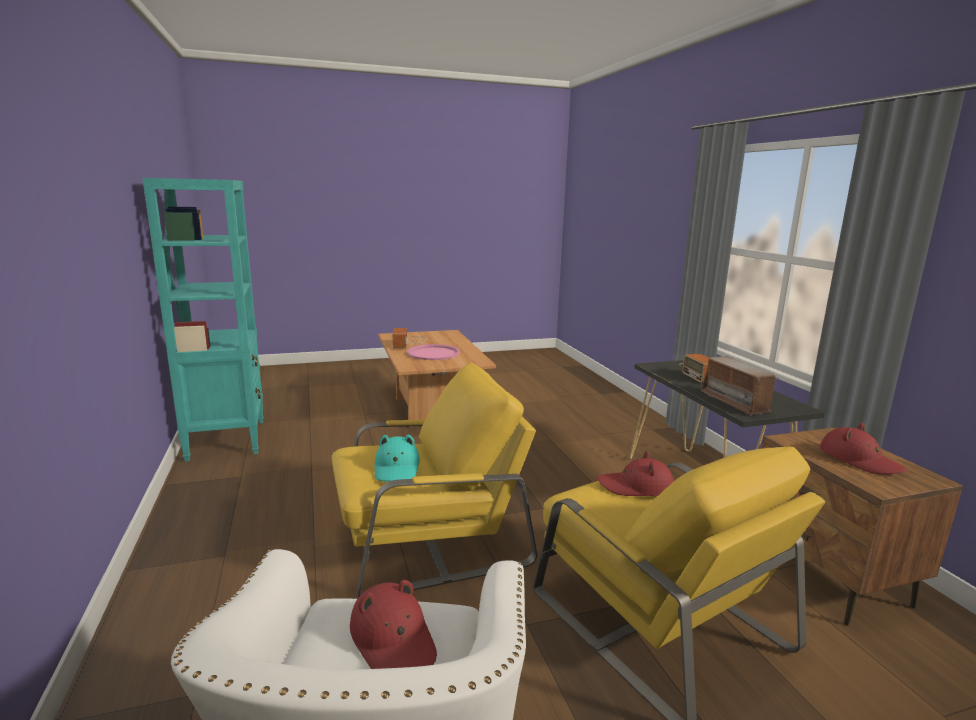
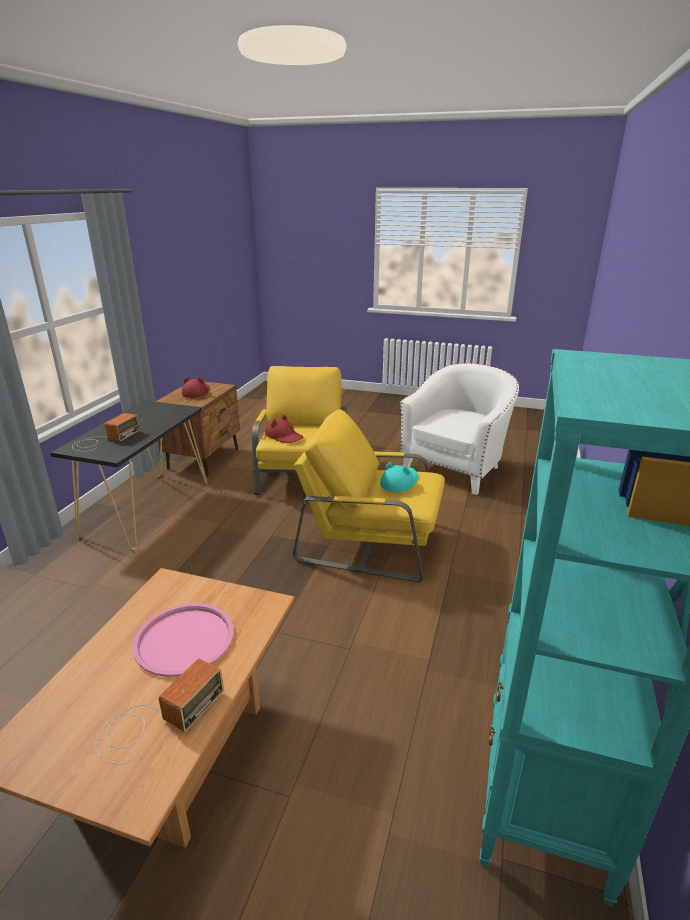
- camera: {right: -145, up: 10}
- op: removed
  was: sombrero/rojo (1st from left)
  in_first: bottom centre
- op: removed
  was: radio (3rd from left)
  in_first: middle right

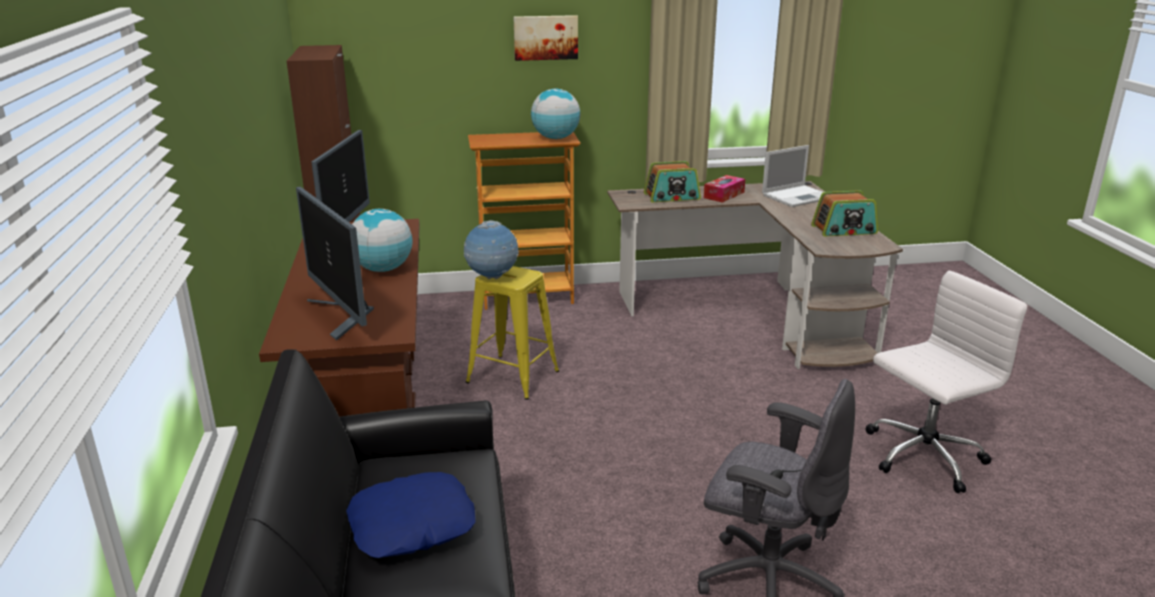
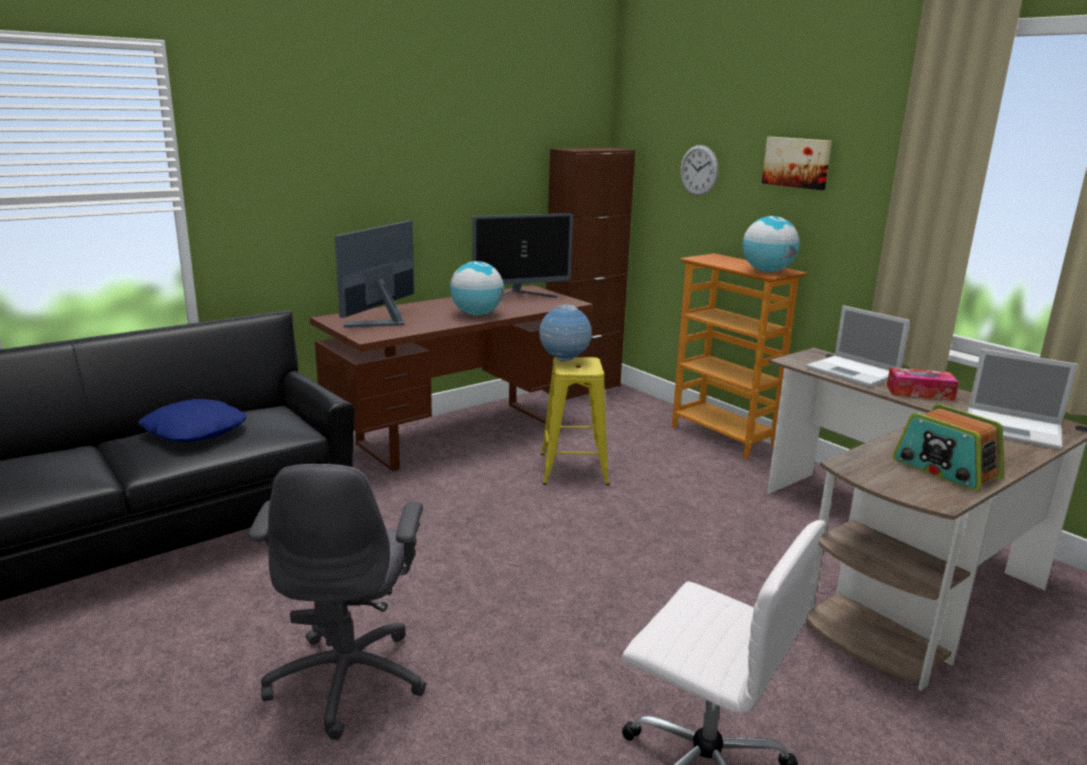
- camera: {right: 60, up: -5}
- op: replaced
  was: radio (1st from left)
  now: portátil (1st from left)
  in_first: top centre
  in_second: middle right
- op: added
  now: reloj de pared
  in_second: top centre

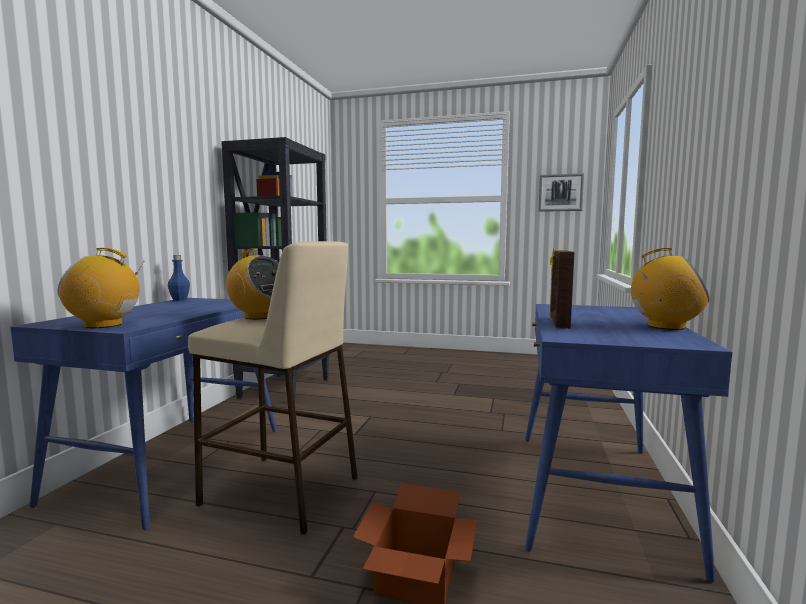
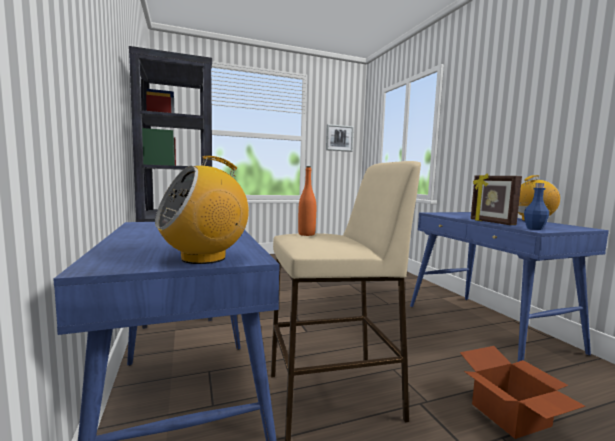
- camera: {right: -35, up: 0}
- op: moved
  was: botella/azul
  in_first: middle left
  in_second: middle right
- op: replaced
  was: radio (2nd from left)
  now: botella/naranja
  in_first: middle left
  in_second: centre

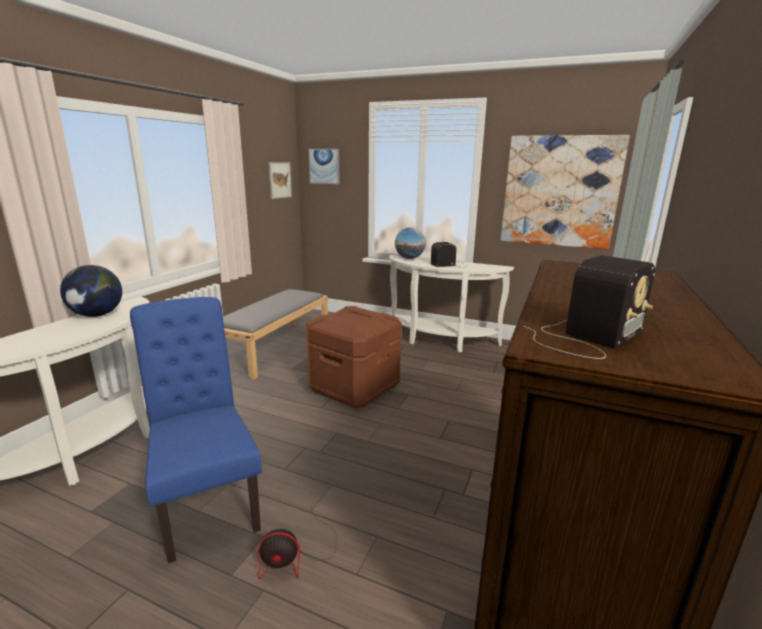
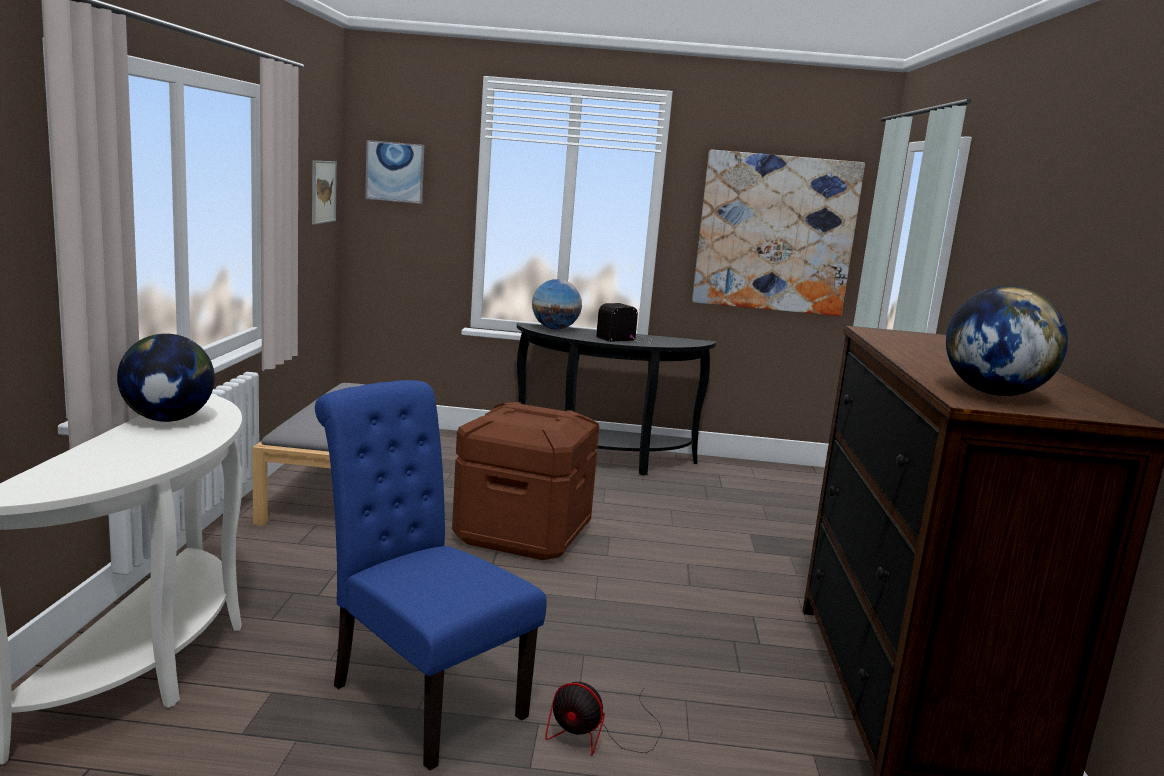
- camera: {right: -20, up: -5}
- op: turned
  was: ventilador
  in_first: bottom centre
  in_second: bottom centre
  clockwise: 45
- op: recoloured
  was: mesa consola/blanco (2nd from left)
  now: mesa consola/negro
  in_first: centre
  in_second: centre
- op: replaced
  was: radio (2nd from left)
  now: globo terráqueo (3rd from left)
  in_first: middle right
  in_second: middle right

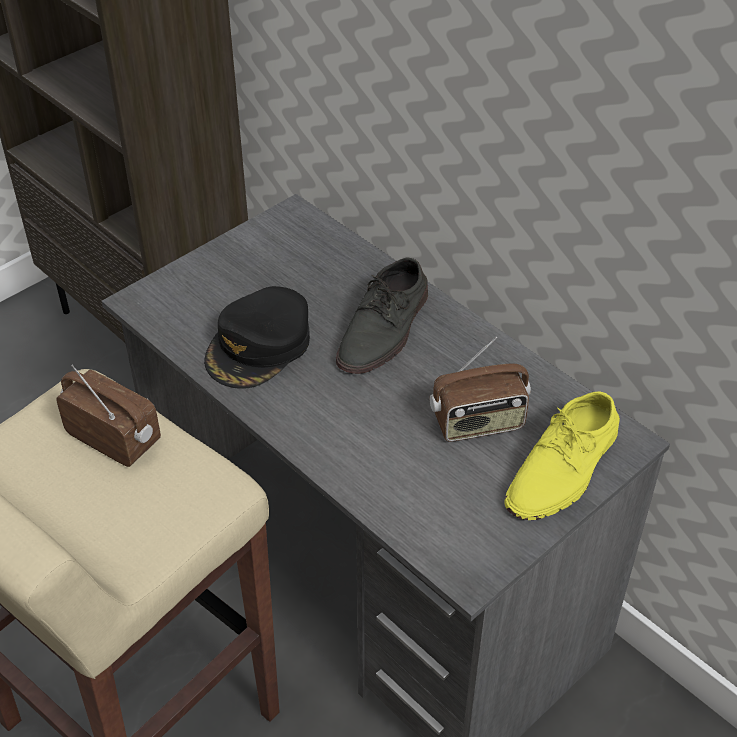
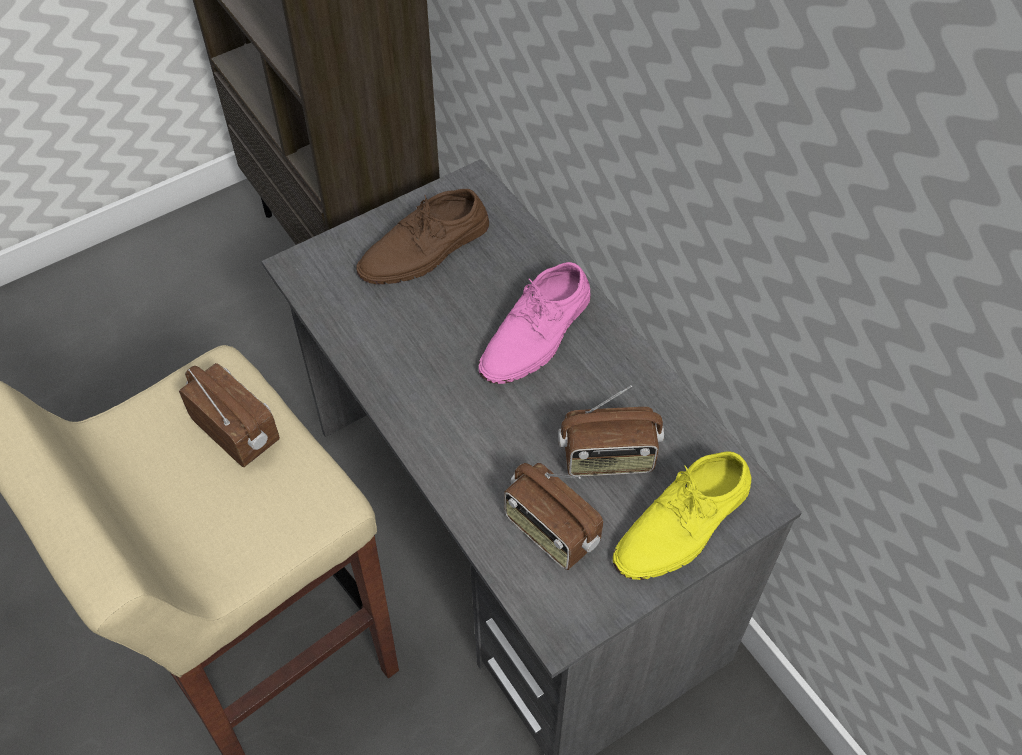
- camera: {right: 10, up: 10}
- op: removed
  was: gorra/negro
  in_first: centre
- op: recoloured
  was: zapato/gris
  now: zapato/rosa
  in_first: centre
  in_second: centre
- op: added
  now: zapato/marrón
  in_second: top centre
- op: added
  now: radio (2nd from left)
  in_second: bottom centre

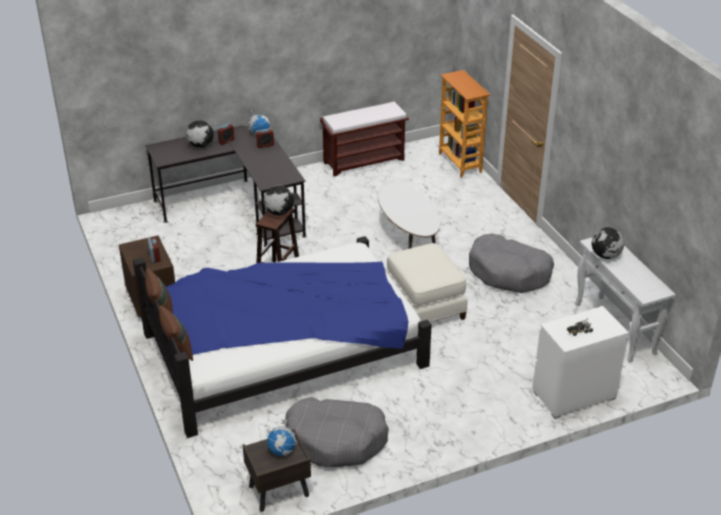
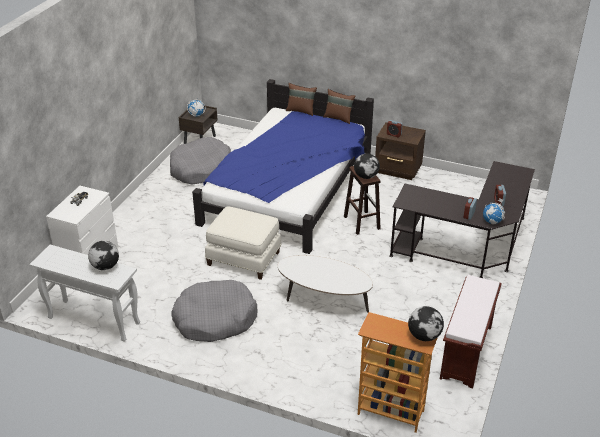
- camera: {right: 135, up: 0}
- op: moved
  was: globo terráqueo (1st from left in the first image)
  now: globo terráqueo (4th from left)
  in_first: top left
  in_second: bottom right

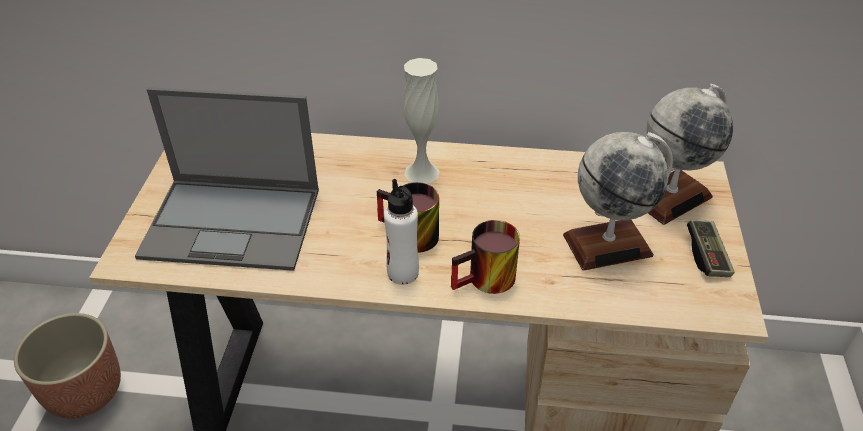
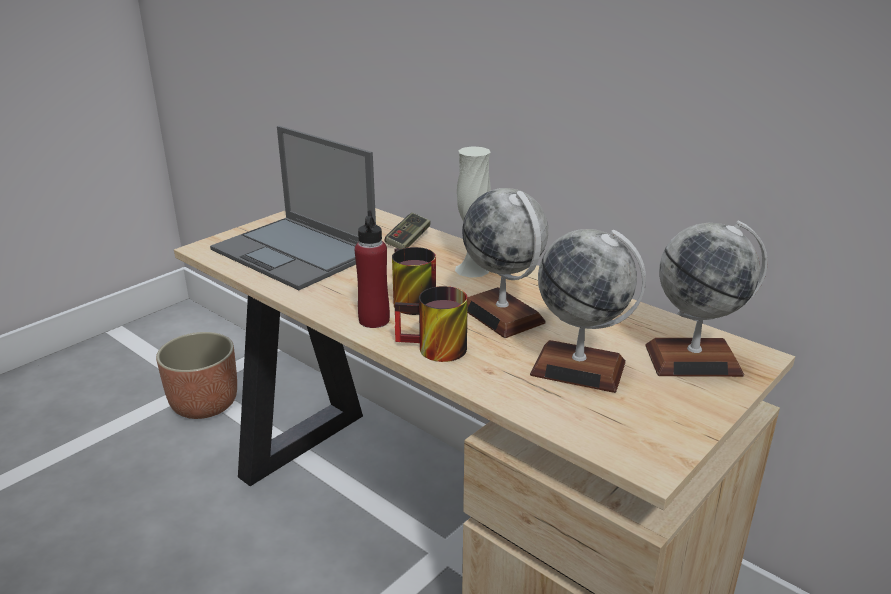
- camera: {right: 35, up: -15}
- op: recoloured
  was: botella/blanco
  now: botella/rojo
  in_first: centre
  in_second: centre
- op: moved
  was: mando de consola
  in_first: middle right
  in_second: centre
- op: added
  now: globo terráqueo (1st from left)
  in_second: centre

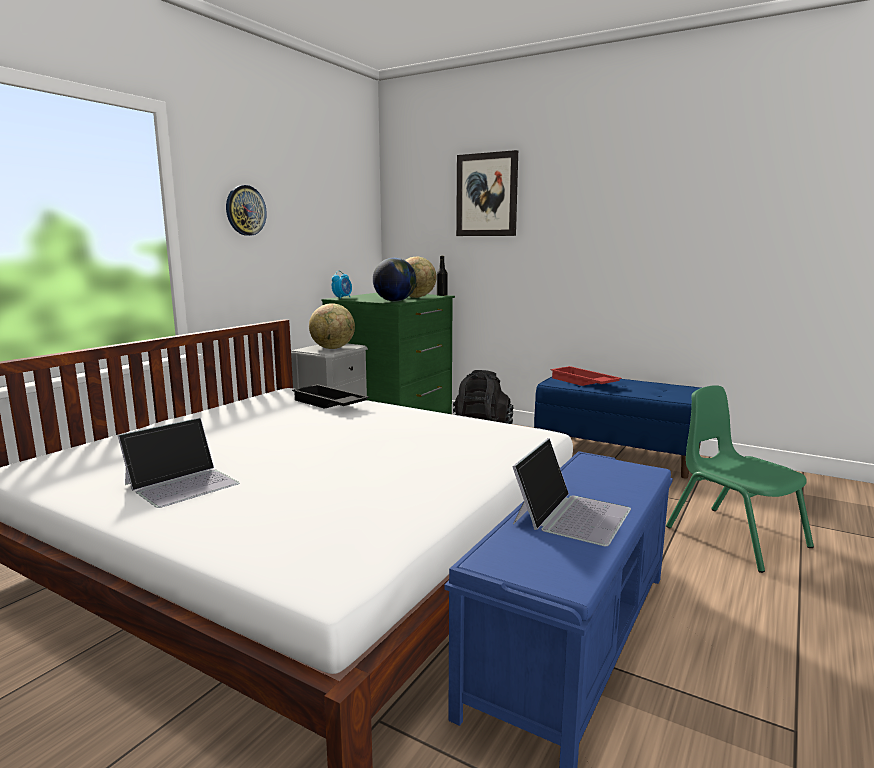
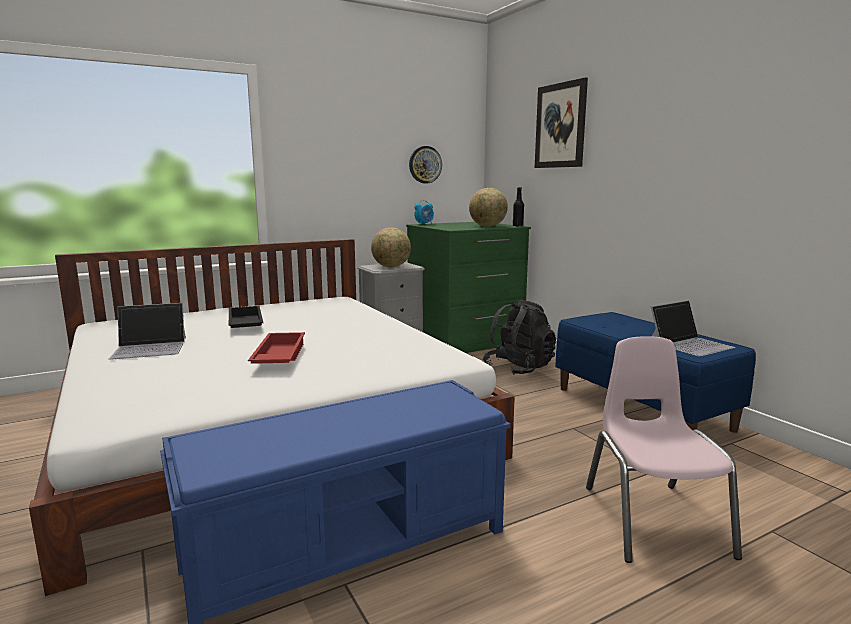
- camera: {right: 30, up: 0}
- op: moved
  was: reloj de pared
  in_first: top left
  in_second: top centre
- op: moved
  was: bandeja/negro
  in_first: centre
  in_second: middle left
- op: removed
  was: globo terráqueo (2nd from left)
  in_first: centre
- op: moved
  was: portátil (2nd from left)
  in_first: centre
  in_second: middle right
- op: moved
  was: bandeja/rojo
  in_first: middle right
  in_second: middle left
- op: recoloured
  was: silla/verde
  now: silla/rosa
  in_first: middle right
  in_second: bottom right

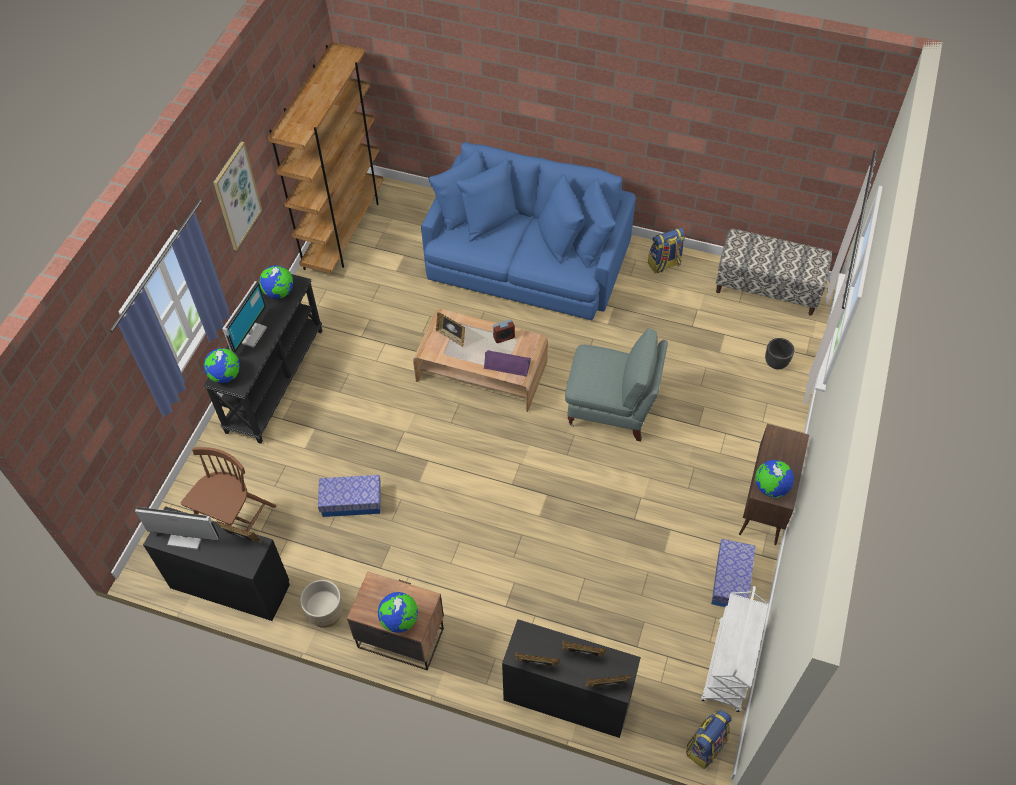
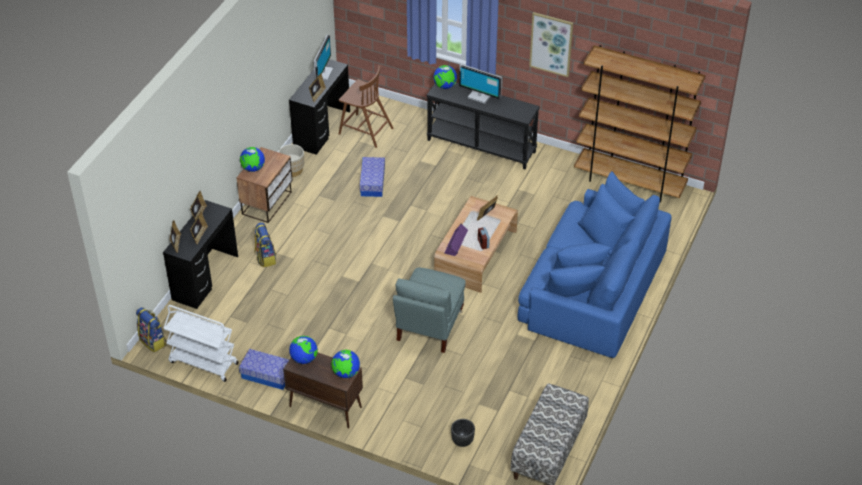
- camera: {right: 95, up: -10}
- op: moved
  was: globo terráqueo (2nd from left in the first image)
  now: globo terráqueo (3rd from left)
  in_first: middle left
  in_second: bottom centre
- op: moved
  was: mochila (1st from left in the first image)
  now: mochila (2nd from left)
  in_first: top centre
  in_second: middle left

